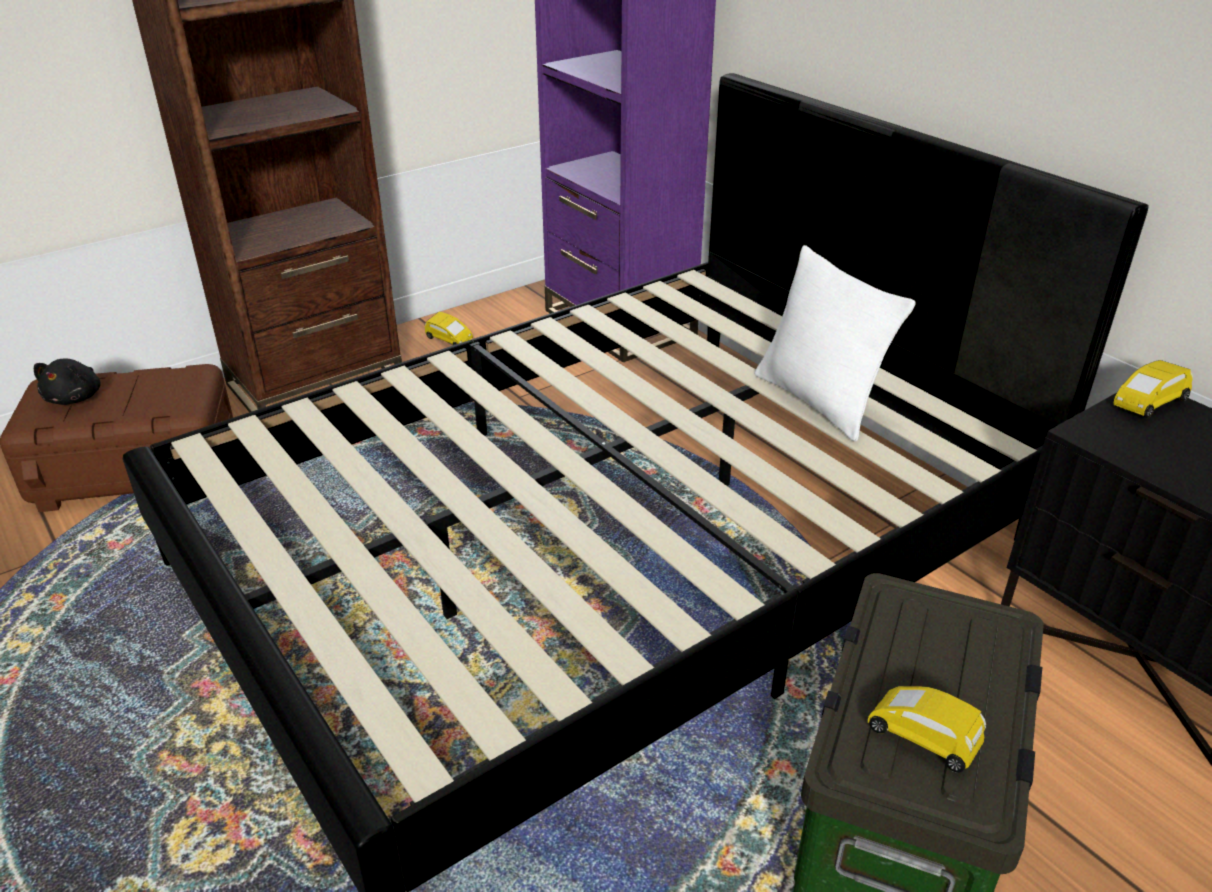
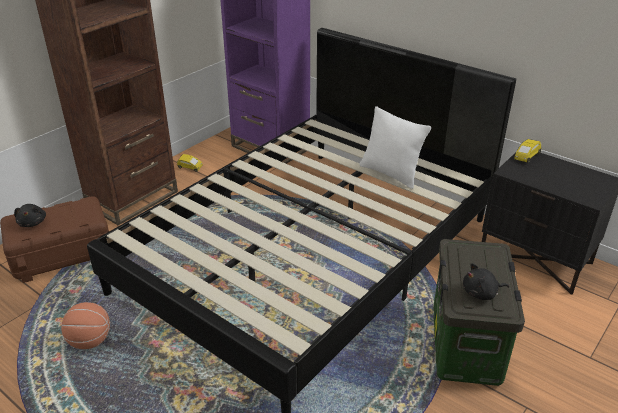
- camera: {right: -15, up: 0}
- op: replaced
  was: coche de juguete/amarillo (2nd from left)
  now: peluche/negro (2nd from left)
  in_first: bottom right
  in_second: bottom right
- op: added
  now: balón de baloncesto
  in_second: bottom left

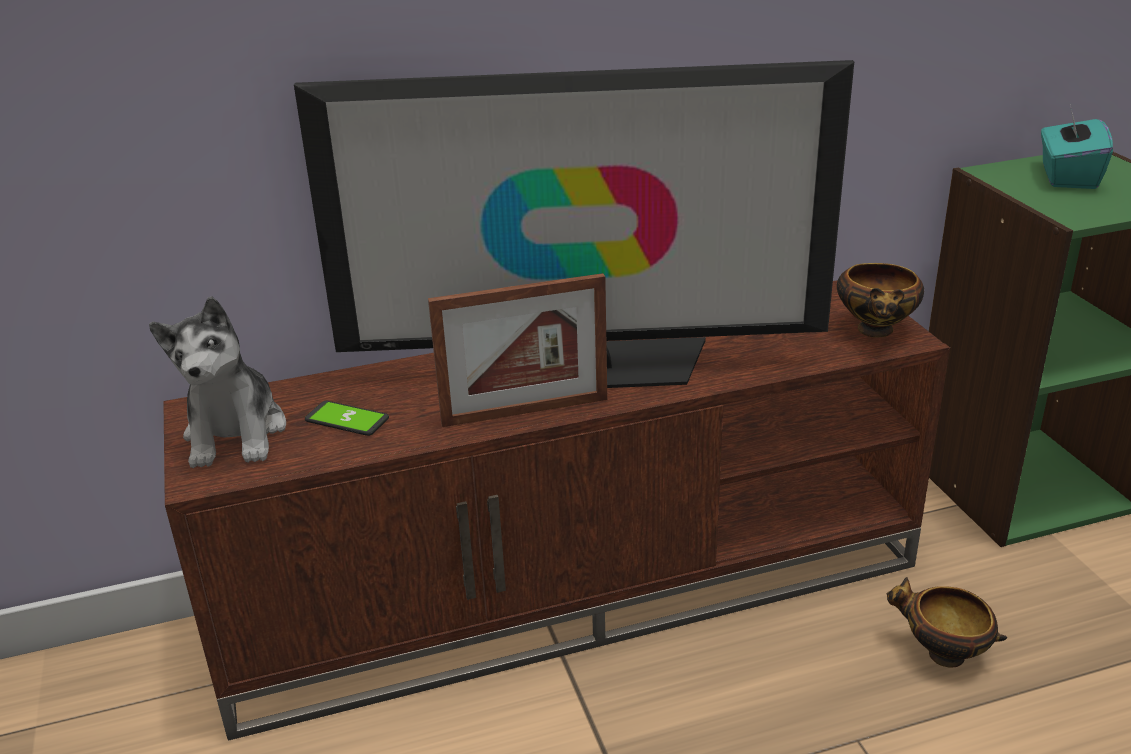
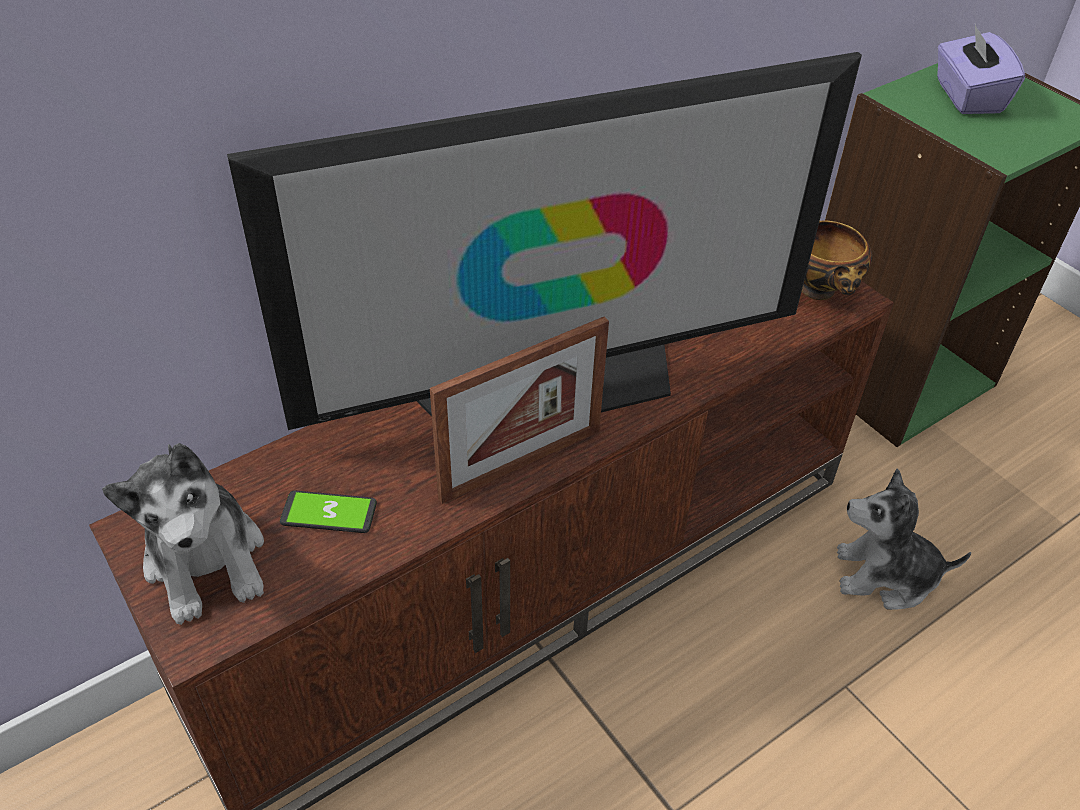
- camera: {right: -20, up: 15}
- op: replaced
  was: cuenco (2nd from left)
  now: peluche (2nd from left)
  in_first: bottom right
  in_second: middle right
- op: recoloured
  was: caja de pañuelos/turquesa
  now: caja de pañuelos/morado
  in_first: top right
  in_second: top right

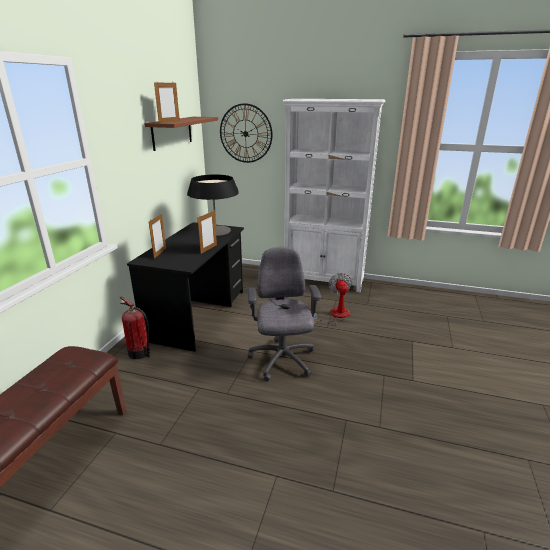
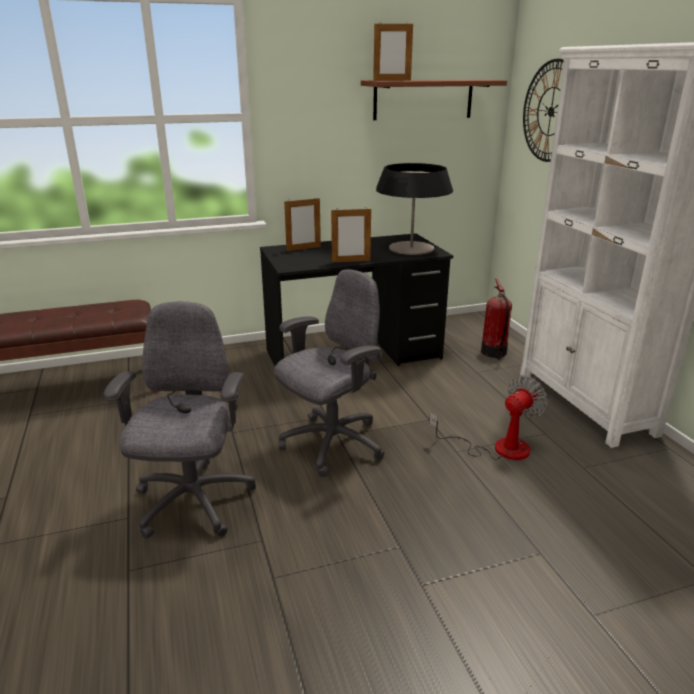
- camera: {right: 55, up: 0}
- op: moved
  was: extintor
  in_first: middle left
  in_second: middle right
- op: added
  now: silla de oficina/gris (1st from left)
  in_second: middle left

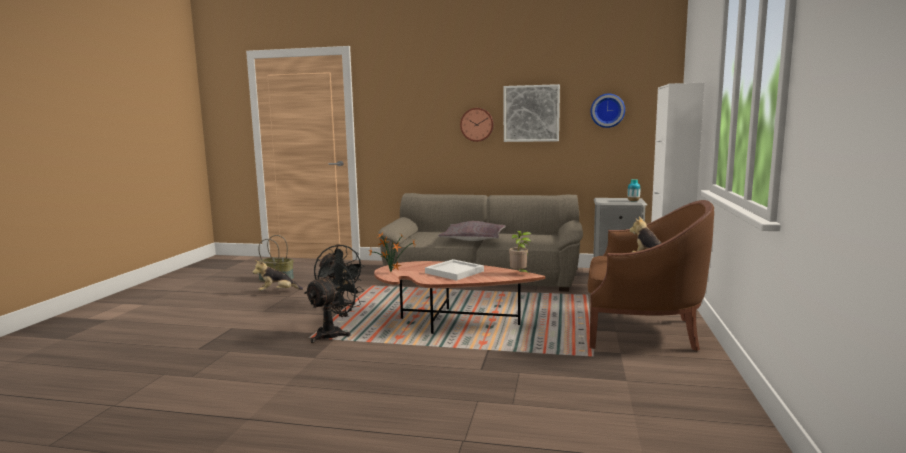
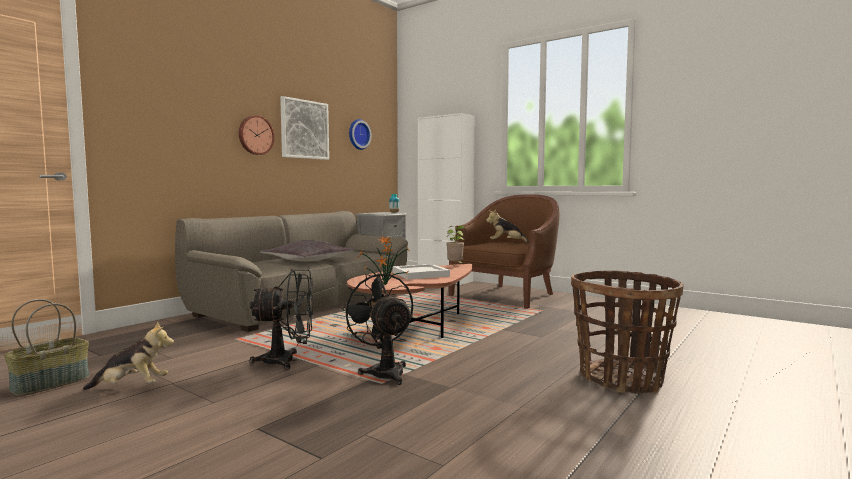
- camera: {right: -65, up: -5}
- op: turned
  was: peluche (1st from left)
  in_first: middle left
  in_second: bottom left
  clockwise: -105
- op: added
  now: cesta (2nd from left)
  in_second: bottom right

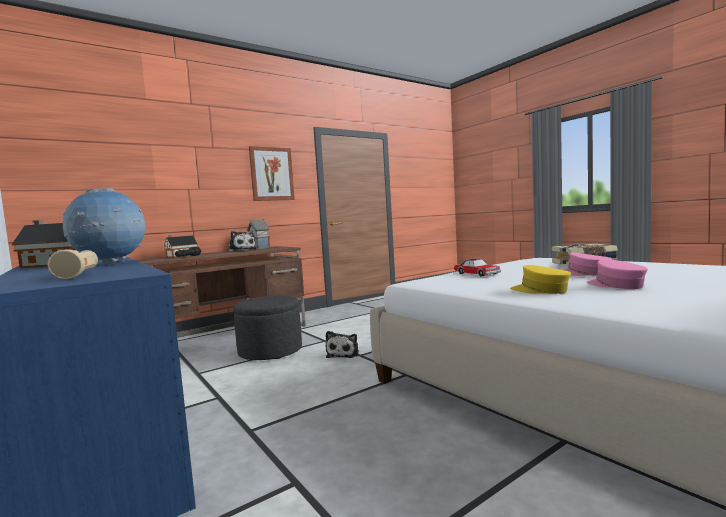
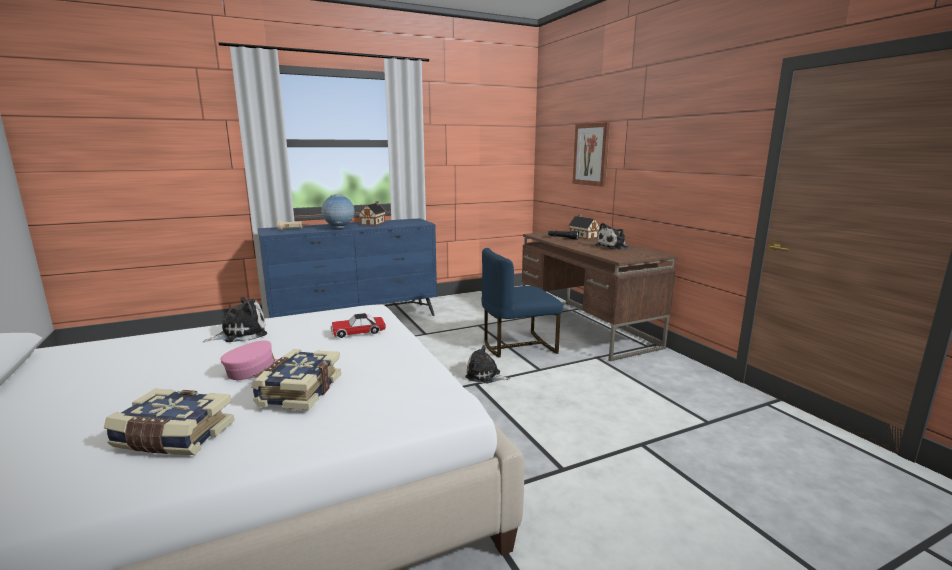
- camera: {right: 100, up: 10}
- op: replaced
  was: puf/gris
  now: silla/azul
  in_first: centre
  in_second: centre
- op: removed
  was: casita (3rd from left)
  in_first: centre
- op: moved
  was: cuadro
  in_first: centre
  in_second: top centre
- op: replaced
  was: gorra/amarillo
  now: peluche (1st from left)
  in_first: middle right
  in_second: middle left
- op: removed
  was: gorra/rosa (2nd from left)
  in_first: middle right
- op: added
  now: libro (1st from left)
  in_second: bottom left

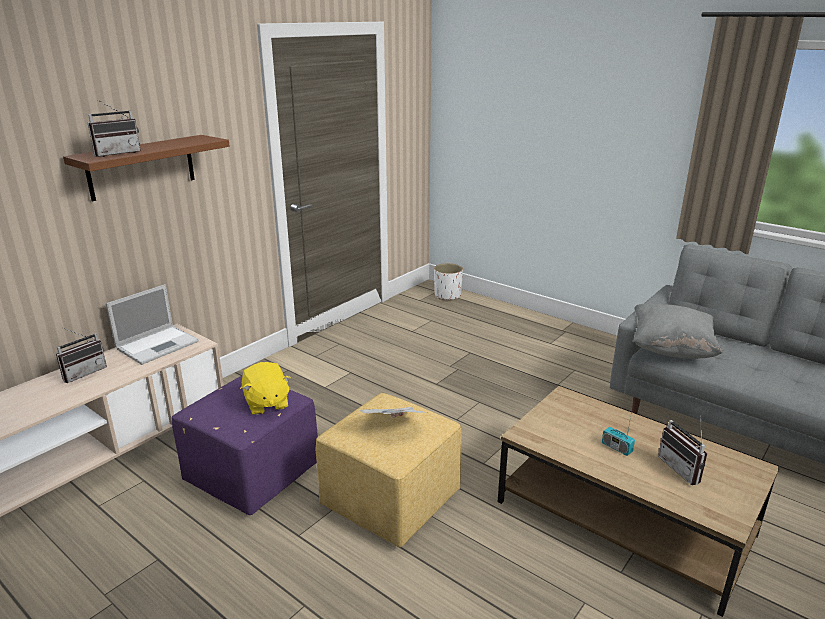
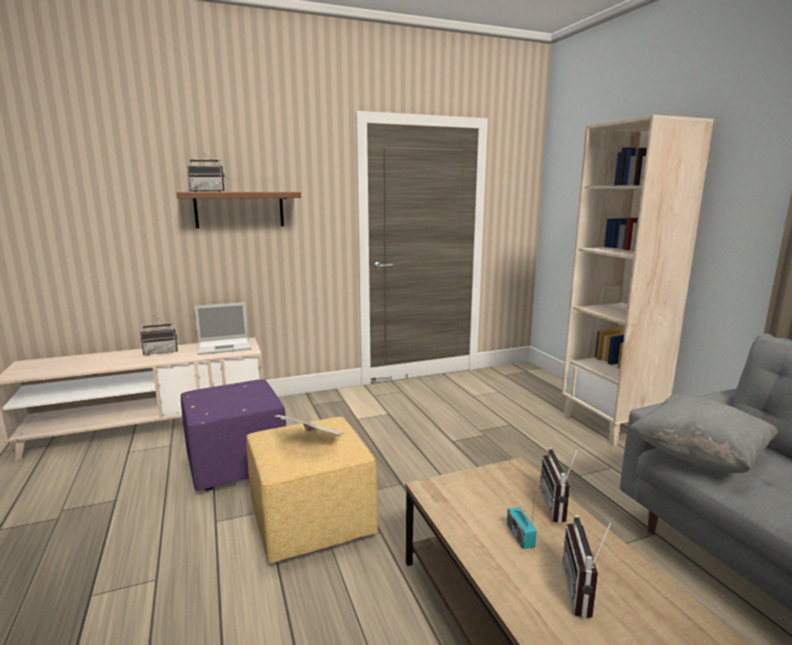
- camera: {right: 30, up: -10}
- op: removed
  was: peluche/amarillo
  in_first: middle left
- op: removed
  was: maceta/blanco
  in_first: centre
- op: added
  now: radio (4th from left)
  in_second: bottom right
- op: added
  now: estantería/beis
  in_second: middle right

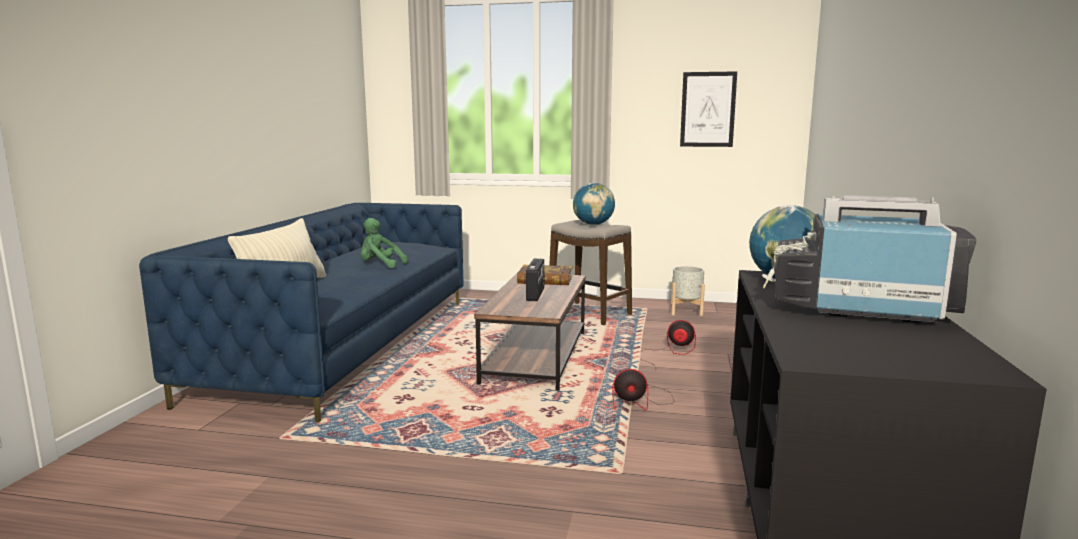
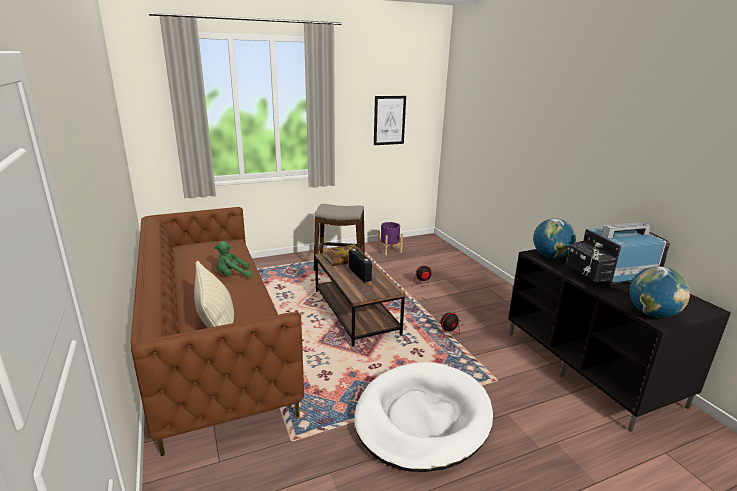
- camera: {right: -35, up: 10}
- op: recoloured
  was: sofá/azul
  now: sofá/marrón
  in_first: middle left
  in_second: bottom left
- op: moved
  was: globo terráqueo (1st from left in the first image)
  now: globo terráqueo (2nd from left)
  in_first: centre
  in_second: middle right
- op: recoloured
  was: maceta/gris
  now: maceta/morado
  in_first: centre
  in_second: centre
- op: added
  now: cama para perro/blanco
  in_second: bottom centre

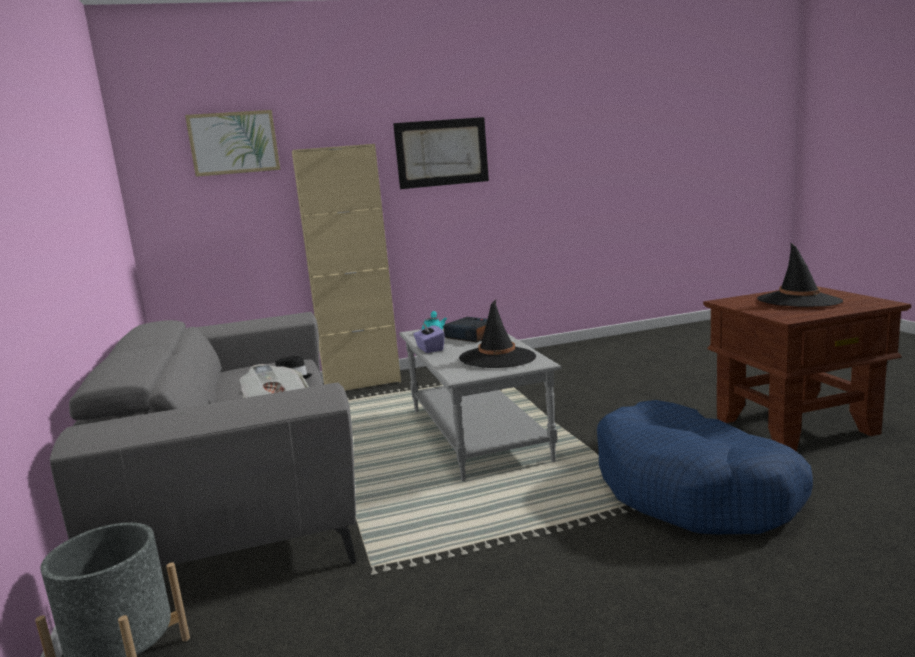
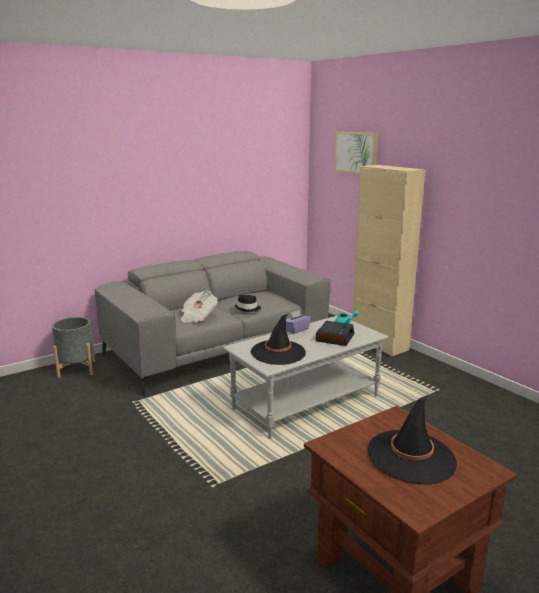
- camera: {right: 70, up: 5}
- op: removed
  was: cuadro (2nd from left)
  in_first: top centre
- op: removed
  was: cama para perro/azul
  in_first: bottom right

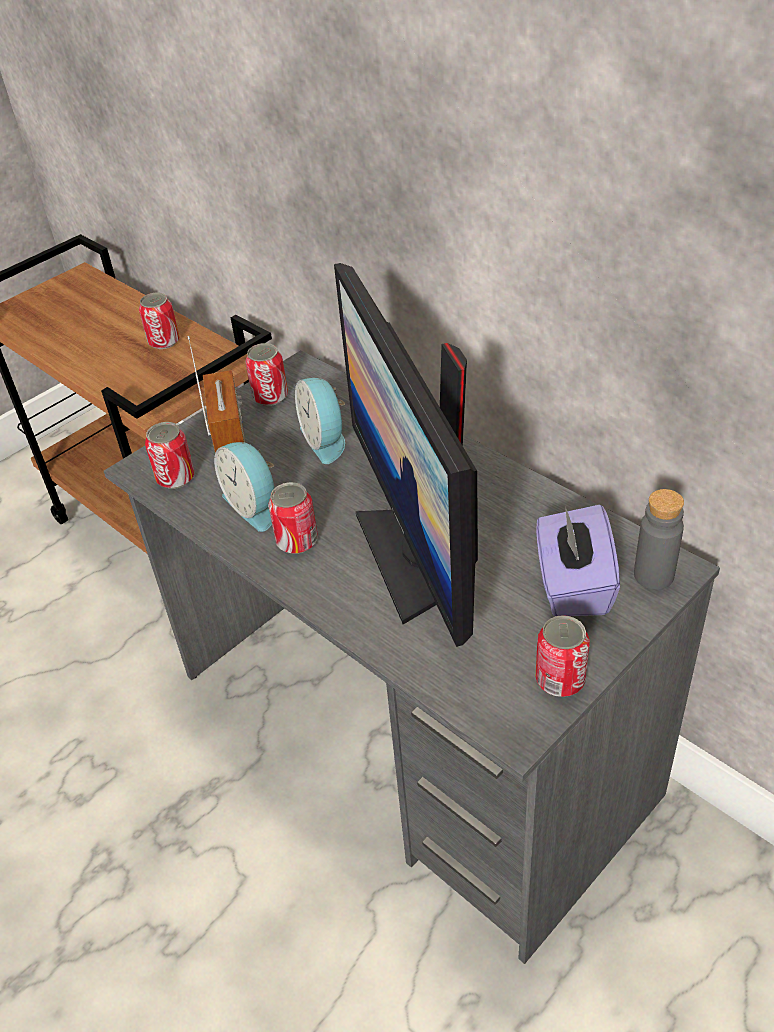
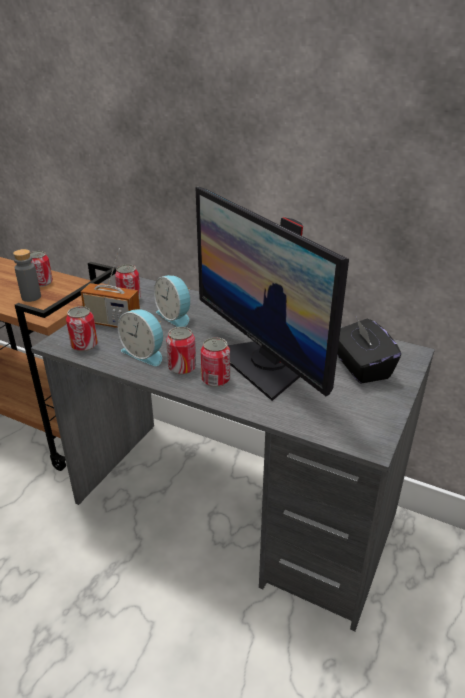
- camera: {right: -20, up: -10}
- op: turned
  was: radio
  in_first: middle left
  in_second: middle left
  clockwise: 135
- op: moved
  was: lata (5th from left)
  in_first: middle right
  in_second: centre
- op: recoloured
  was: caja de pañuelos/morado
  now: caja de pañuelos/negro
  in_first: middle right
  in_second: middle right
- op: moved
  was: botella/gris
  in_first: middle right
  in_second: middle left

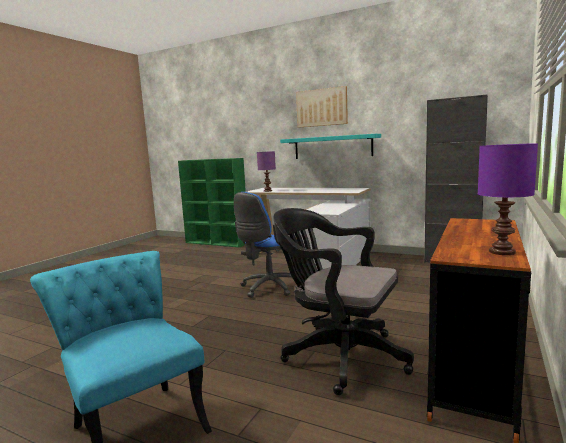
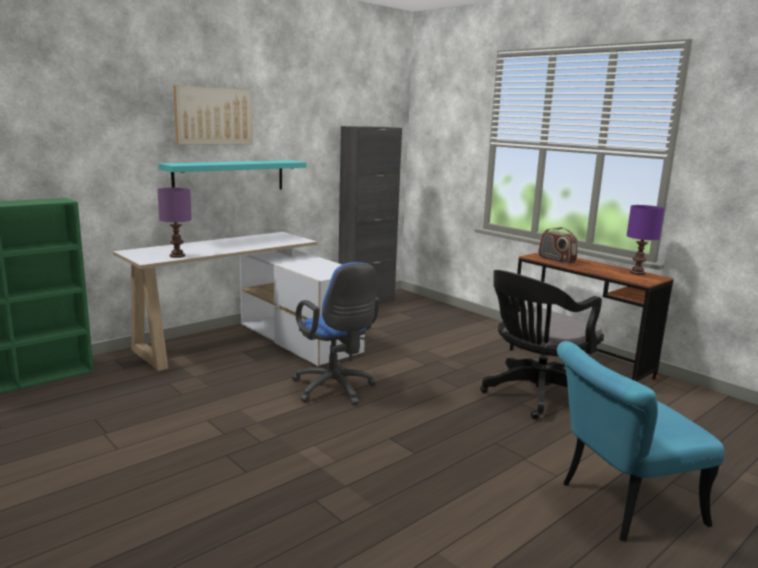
- camera: {right: -70, up: 5}
- op: added
  now: radio
  in_second: middle right

